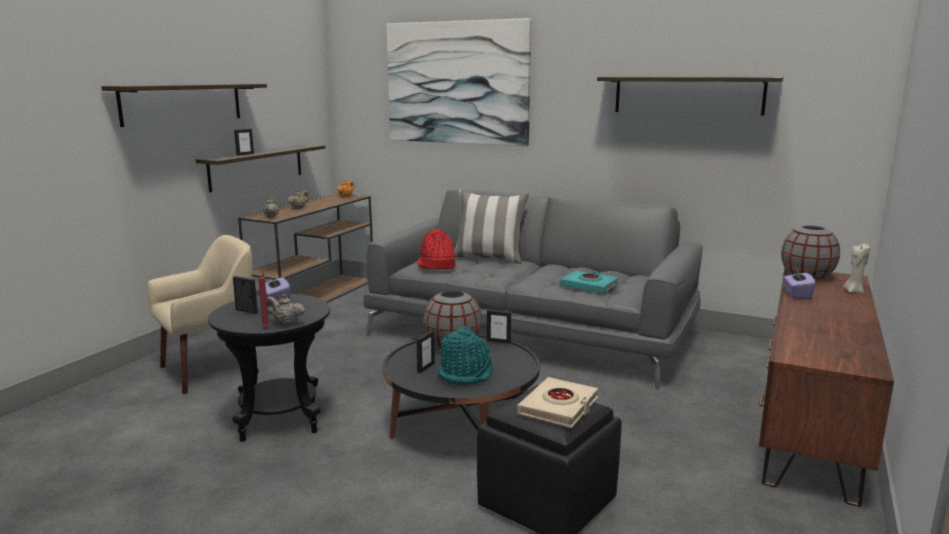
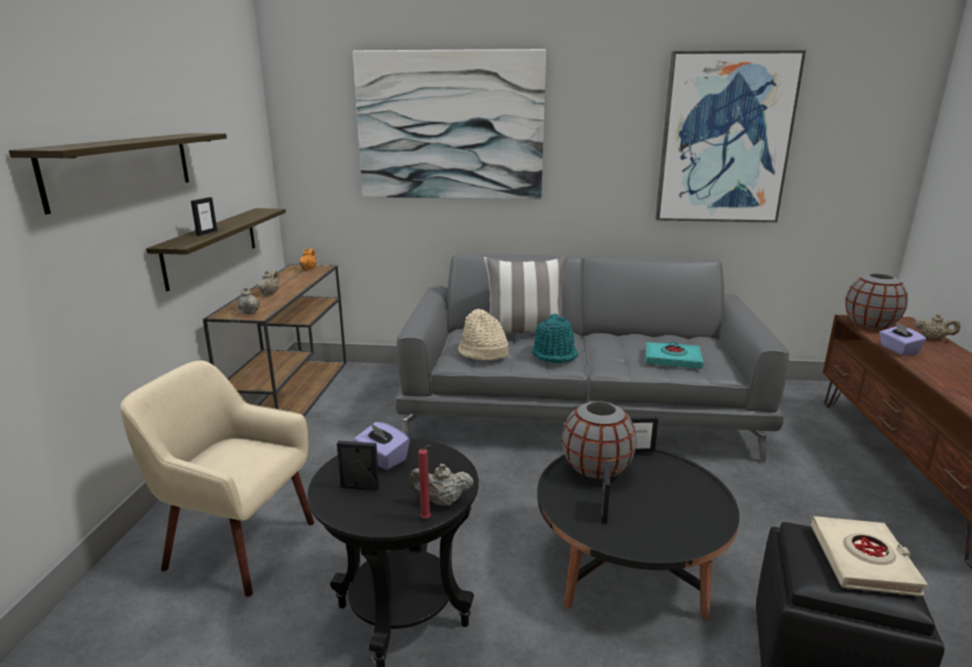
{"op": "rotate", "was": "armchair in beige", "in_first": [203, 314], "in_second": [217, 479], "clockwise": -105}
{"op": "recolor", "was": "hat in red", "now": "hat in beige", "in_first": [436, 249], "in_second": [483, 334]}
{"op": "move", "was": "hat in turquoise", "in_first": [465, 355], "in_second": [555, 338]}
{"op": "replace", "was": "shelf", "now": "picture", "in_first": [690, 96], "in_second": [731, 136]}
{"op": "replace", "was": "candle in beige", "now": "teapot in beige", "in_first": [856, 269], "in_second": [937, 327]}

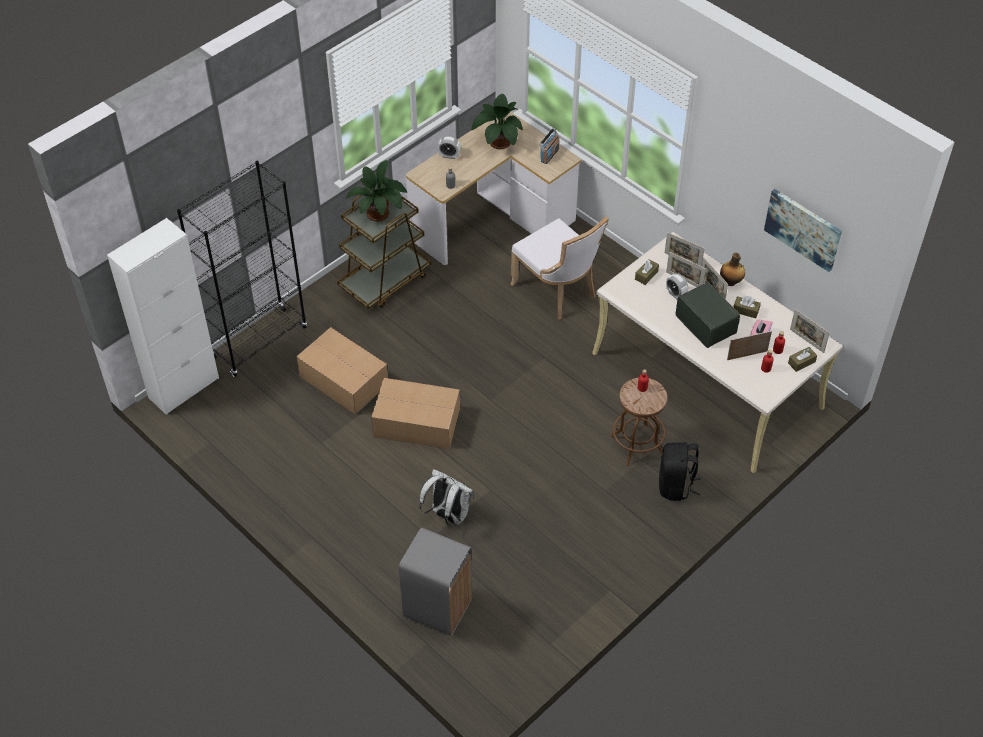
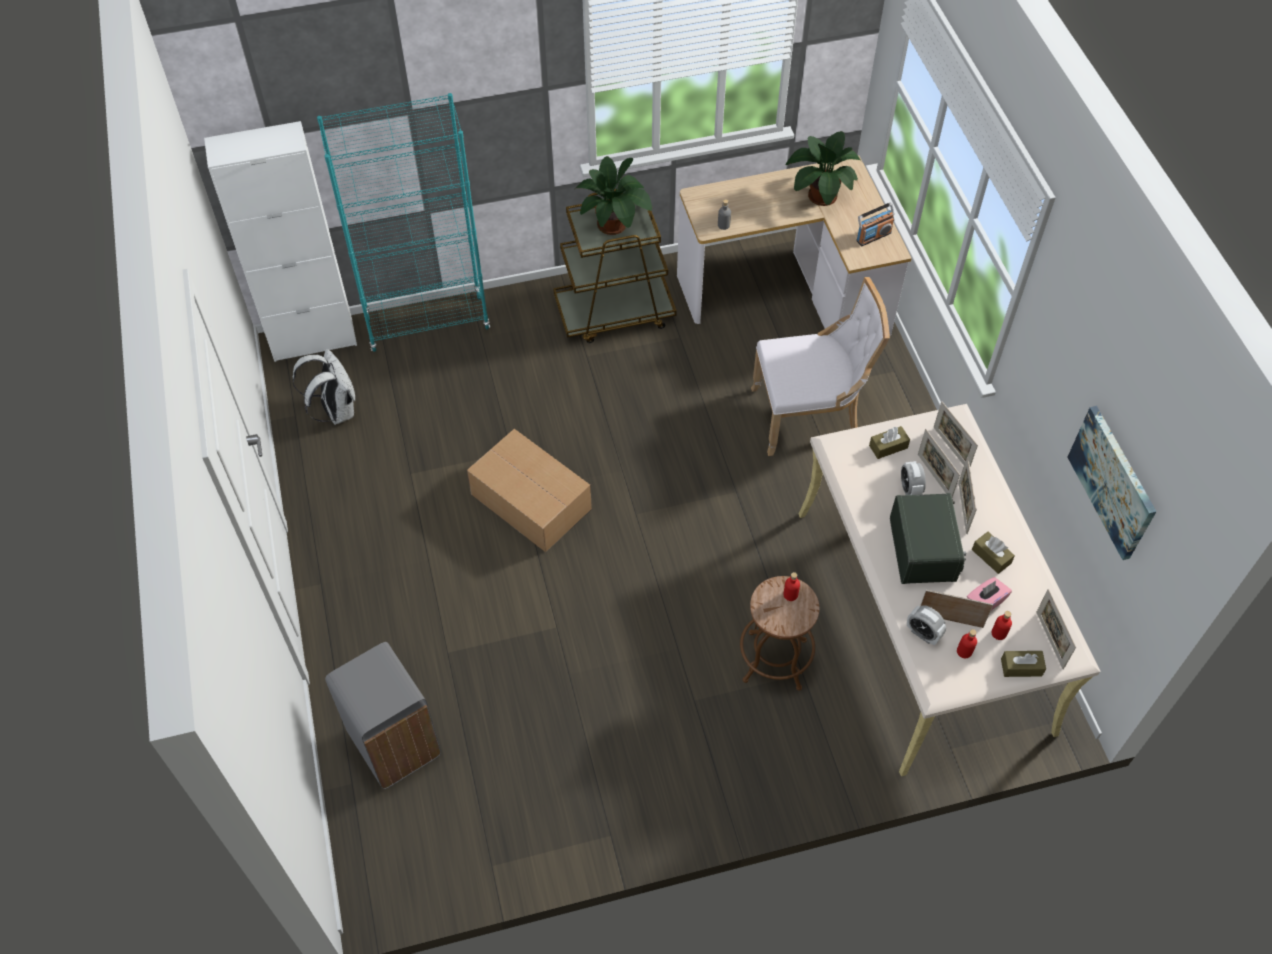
{"op": "move", "was": "backpack in white", "in_first": [447, 497], "in_second": [324, 387]}
{"op": "recolor", "was": "bookcase in black", "now": "bookcase in turquoise", "in_first": [242, 269], "in_second": [403, 222]}
{"op": "rotate", "was": "chair in white", "in_first": [559, 267], "in_second": [820, 366], "clockwise": -90}
{"op": "move", "was": "alarm clock", "in_first": [449, 147], "in_second": [926, 625]}
{"op": "delete", "was": "cardboard box", "in_first": [342, 370]}
{"op": "delete", "was": "backpack in black", "in_first": [679, 471]}
{"op": "delete", "was": "bottle", "in_first": [732, 269]}

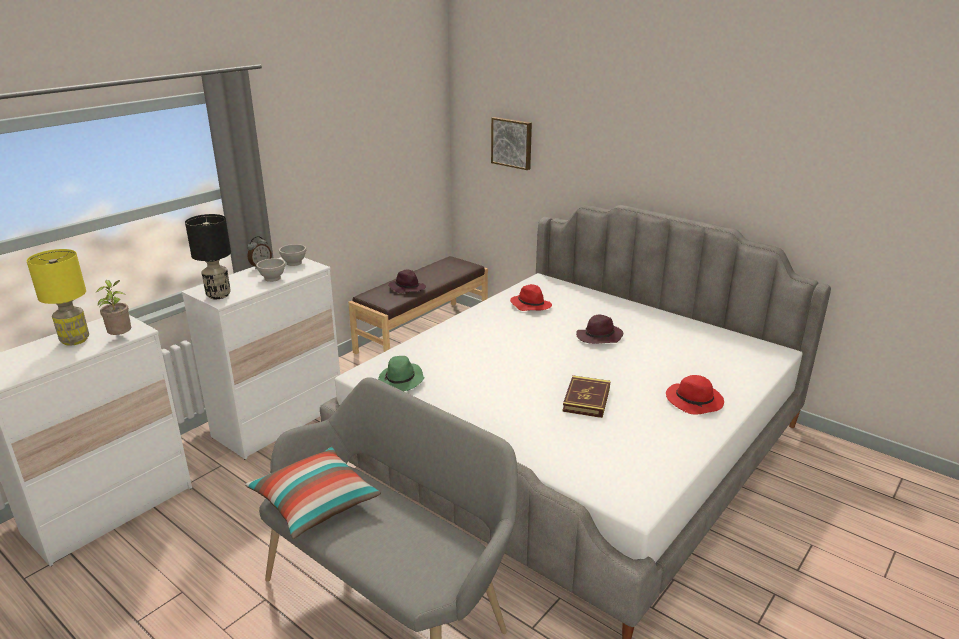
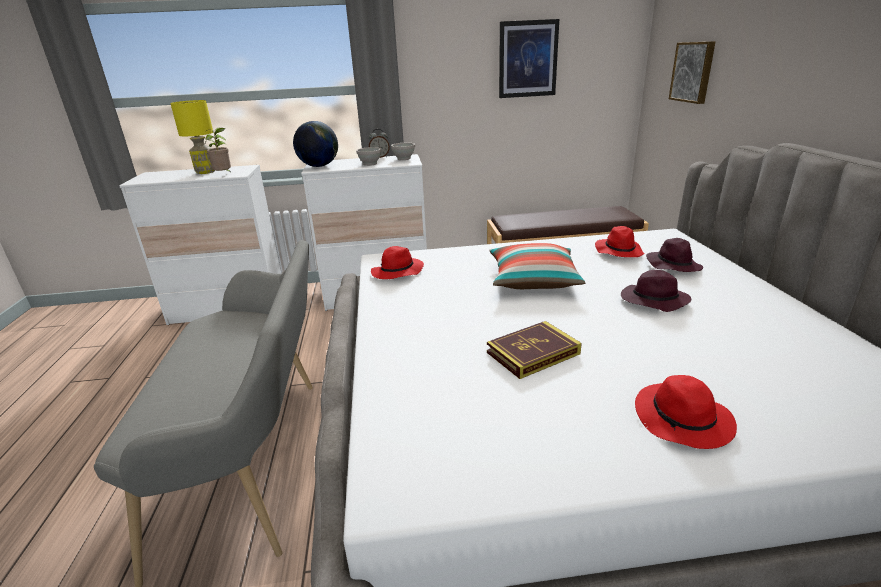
{"op": "replace", "was": "table lamp in black", "now": "globe", "in_first": [208, 256], "in_second": [315, 144]}
{"op": "recolor", "was": "hat in green", "now": "hat in red", "in_first": [401, 373], "in_second": [397, 262]}
{"op": "move", "was": "pillow", "in_first": [313, 493], "in_second": [537, 266]}
{"op": "insert", "now": "picture", "in_second": [529, 58]}
{"op": "move", "was": "hat in purple", "in_first": [407, 282], "in_second": [674, 255]}

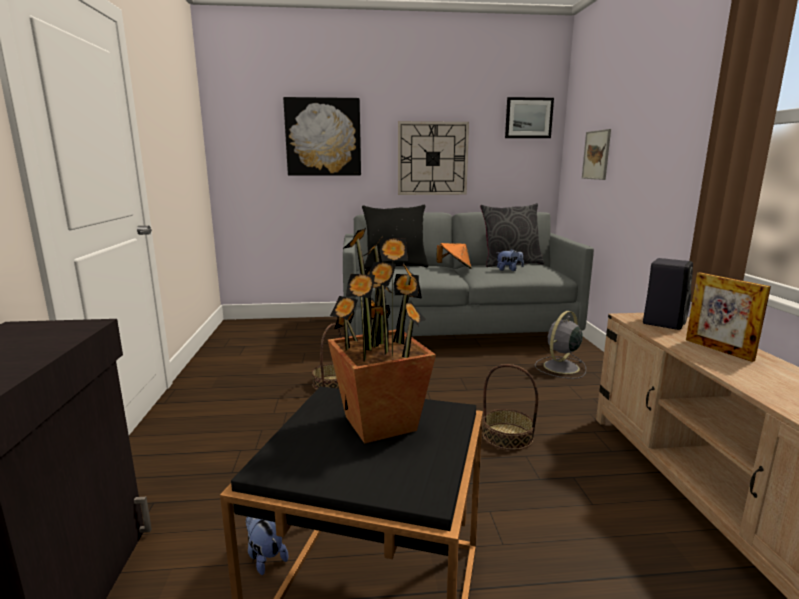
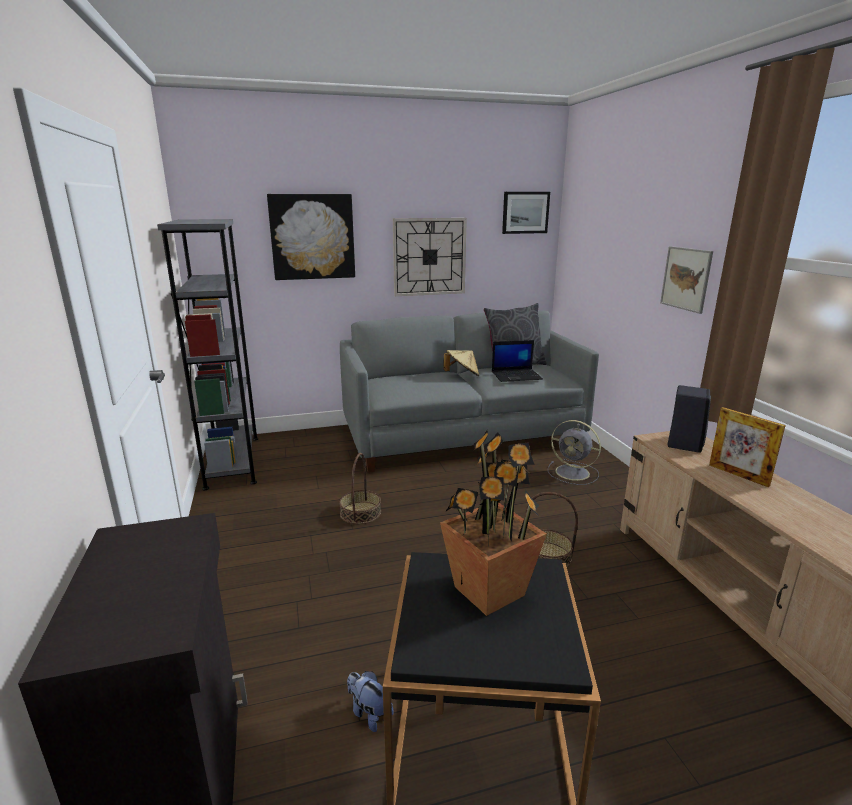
{"op": "insert", "now": "bookcase in grey", "in_second": [207, 354]}
{"op": "recolor", "was": "hat in orange", "now": "hat in beige", "in_first": [454, 256], "in_second": [461, 363]}
{"op": "replace", "was": "plush toy", "now": "laptop", "in_first": [510, 260], "in_second": [517, 361]}
{"op": "rotate", "was": "fan in grey", "in_first": [560, 345], "in_second": [574, 452], "clockwise": -90}
{"op": "move", "was": "picture", "in_first": [596, 154], "in_second": [686, 280]}
{"op": "delete", "was": "pillow in black", "in_first": [395, 236]}

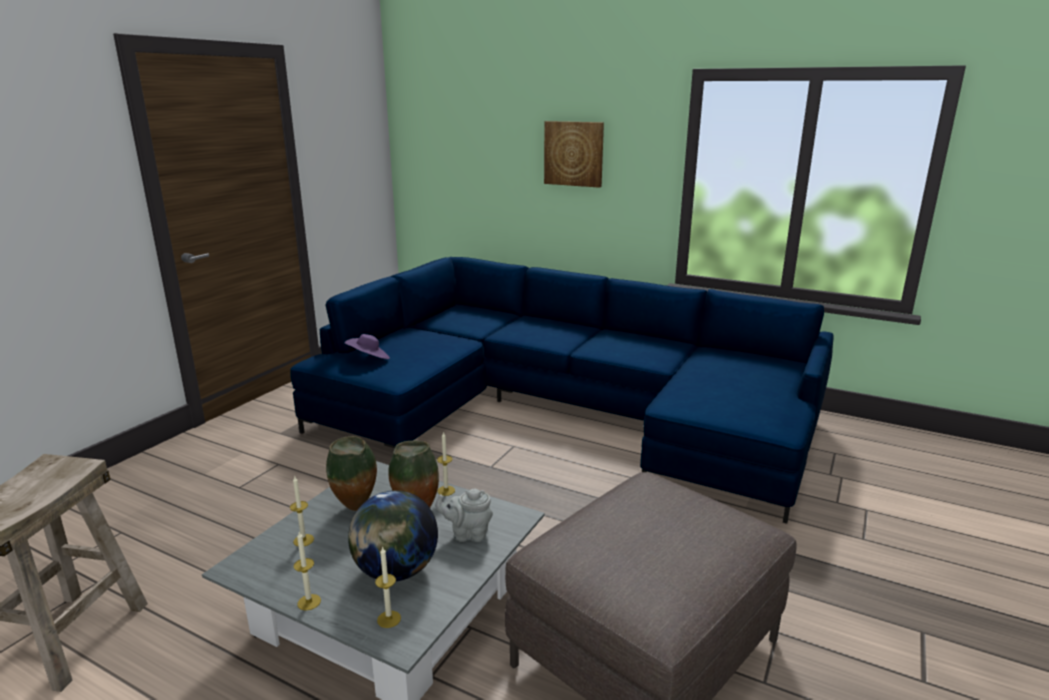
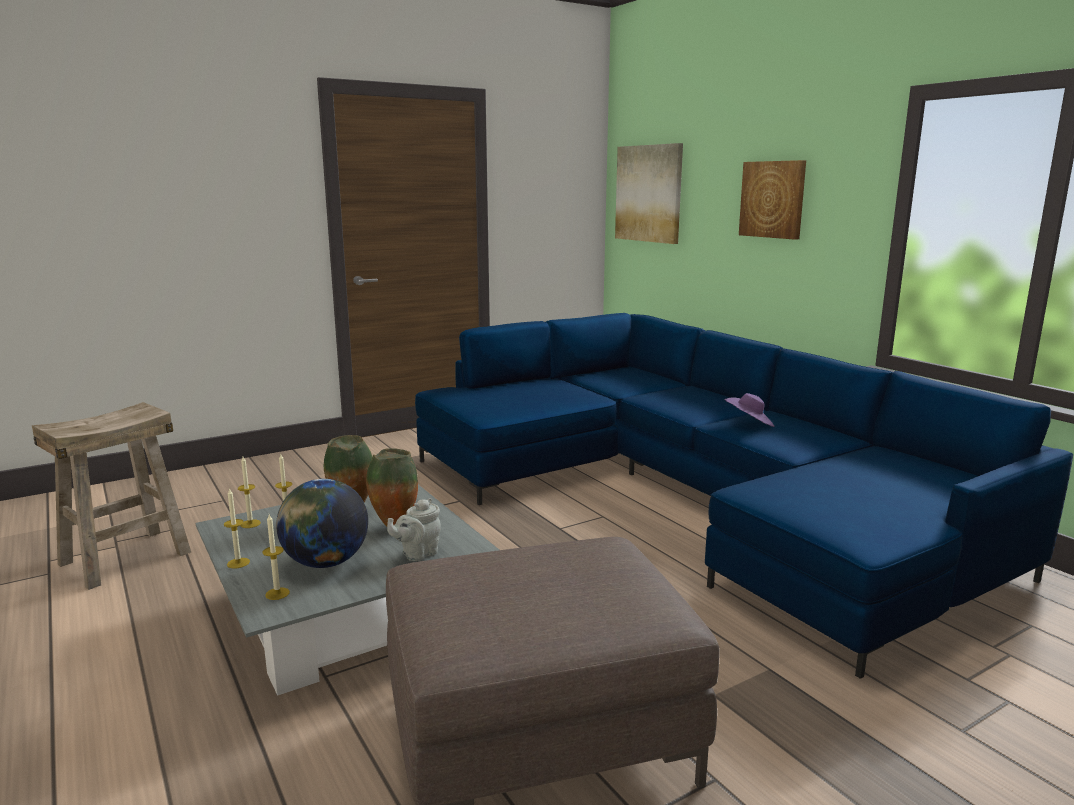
{"op": "move", "was": "candle", "in_first": [446, 463], "in_second": [249, 492]}
{"op": "rotate", "was": "teapot in grey", "in_first": [464, 515], "in_second": [414, 529], "clockwise": -75}
{"op": "insert", "now": "picture", "in_second": [649, 193]}
{"op": "move", "was": "hat in purple", "in_first": [367, 346], "in_second": [749, 410]}

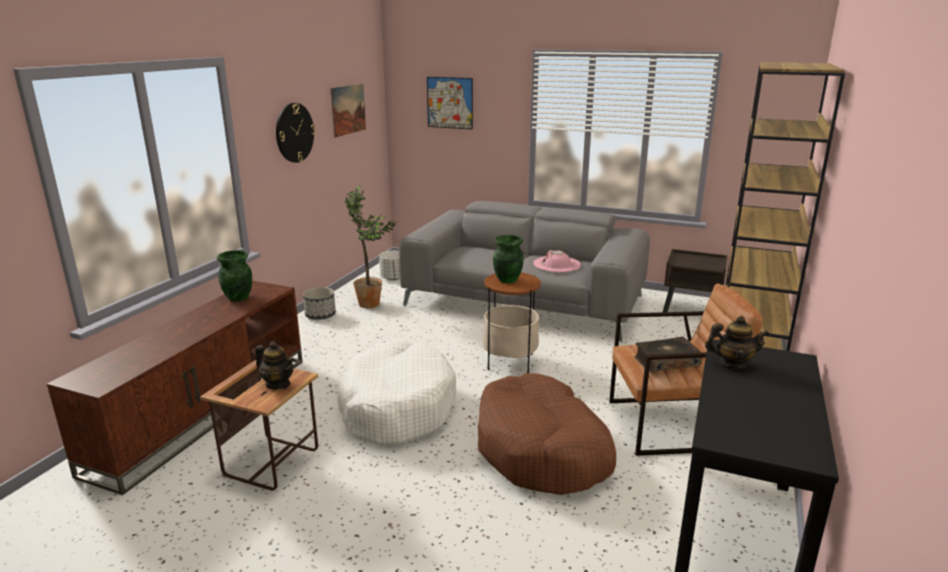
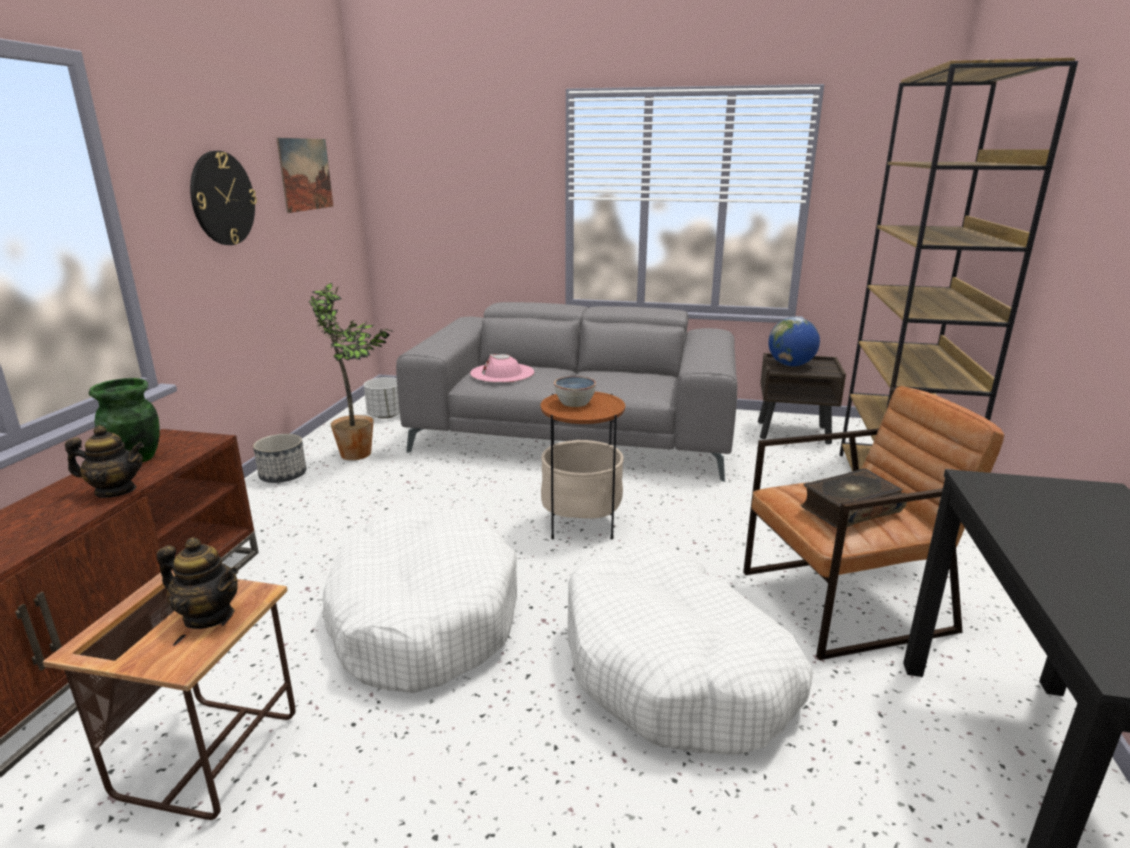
{"op": "move", "was": "teapot", "in_first": [737, 343], "in_second": [104, 461]}
{"op": "move", "was": "hat in pink", "in_first": [557, 261], "in_second": [502, 368]}
{"op": "replace", "was": "vase in green", "now": "bowl", "in_first": [508, 259], "in_second": [575, 391]}
{"op": "recolor", "was": "dog bed in brown", "now": "dog bed in white", "in_first": [547, 434], "in_second": [690, 648]}
{"op": "insert", "now": "globe", "in_second": [794, 341]}
{"op": "delete", "was": "picture", "in_first": [450, 103]}

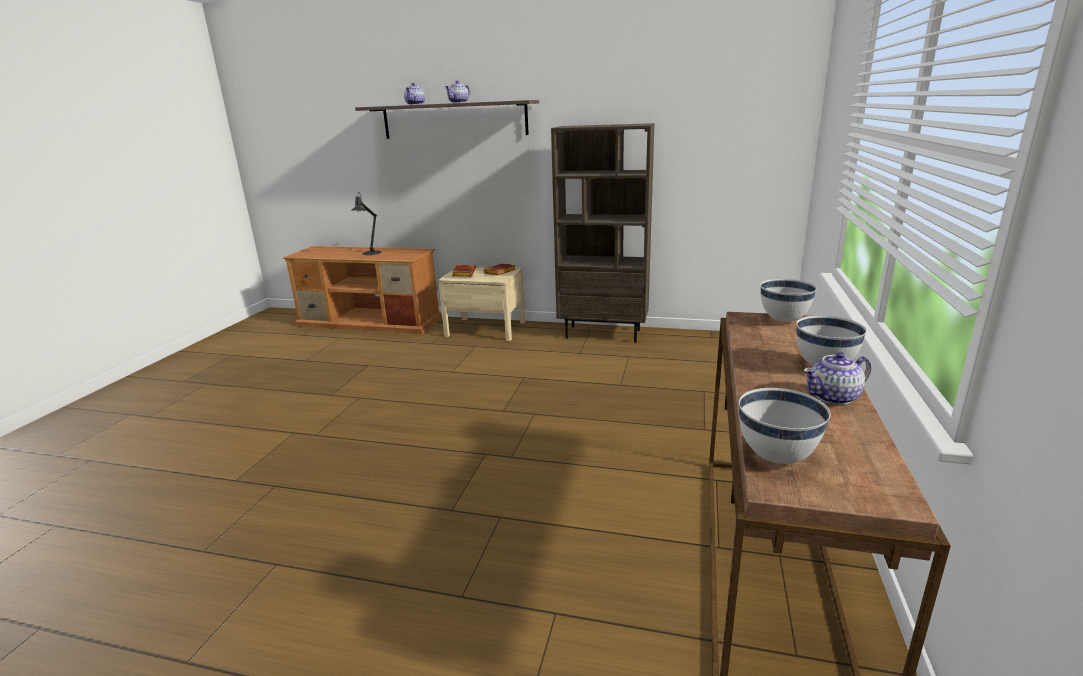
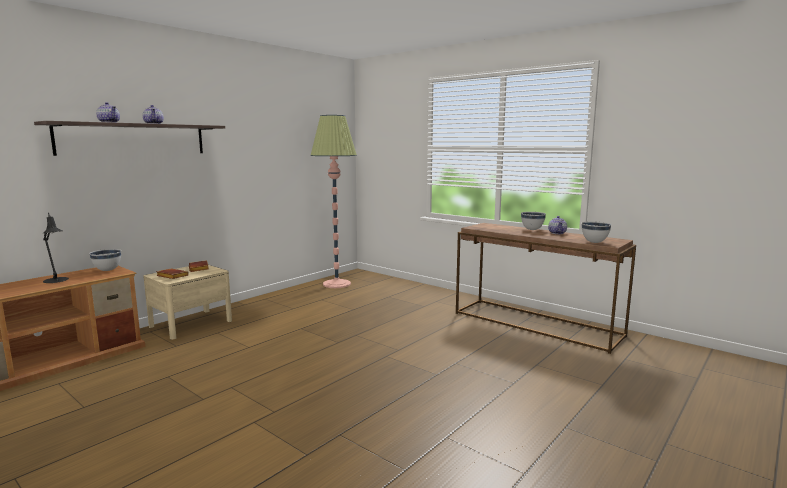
{"op": "move", "was": "bowl in white", "in_first": [788, 300], "in_second": [105, 260]}
{"op": "insert", "now": "floor lamp", "in_second": [333, 201]}
{"op": "delete", "was": "bookcase in brown", "in_first": [602, 233]}

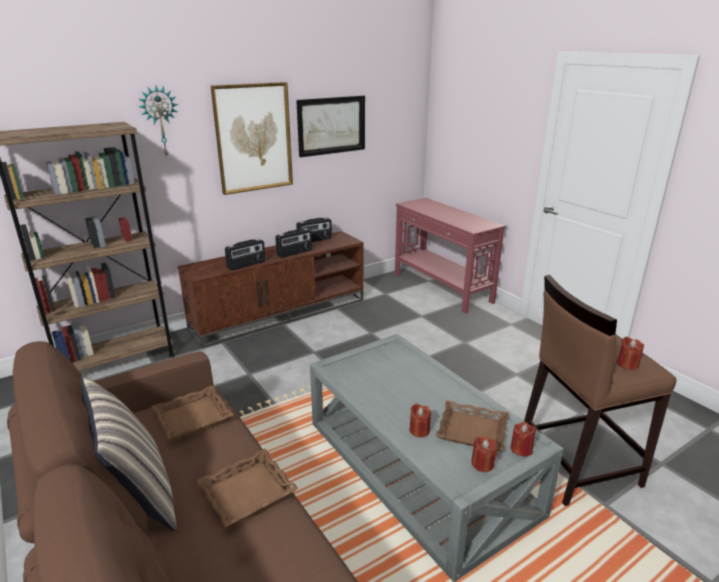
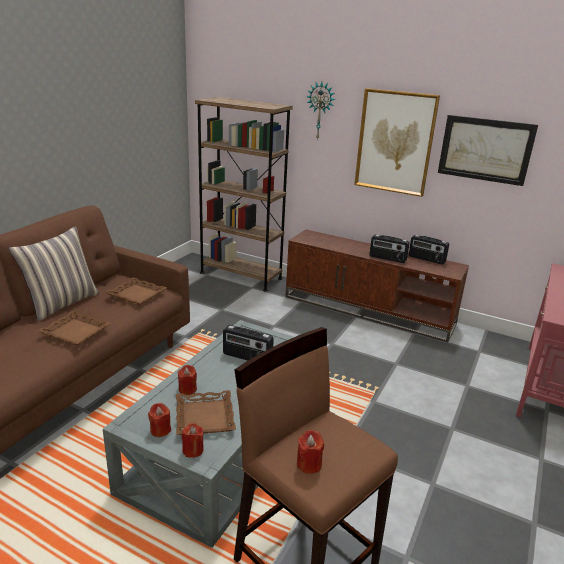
{"op": "move", "was": "radio", "in_first": [245, 255], "in_second": [248, 343]}

